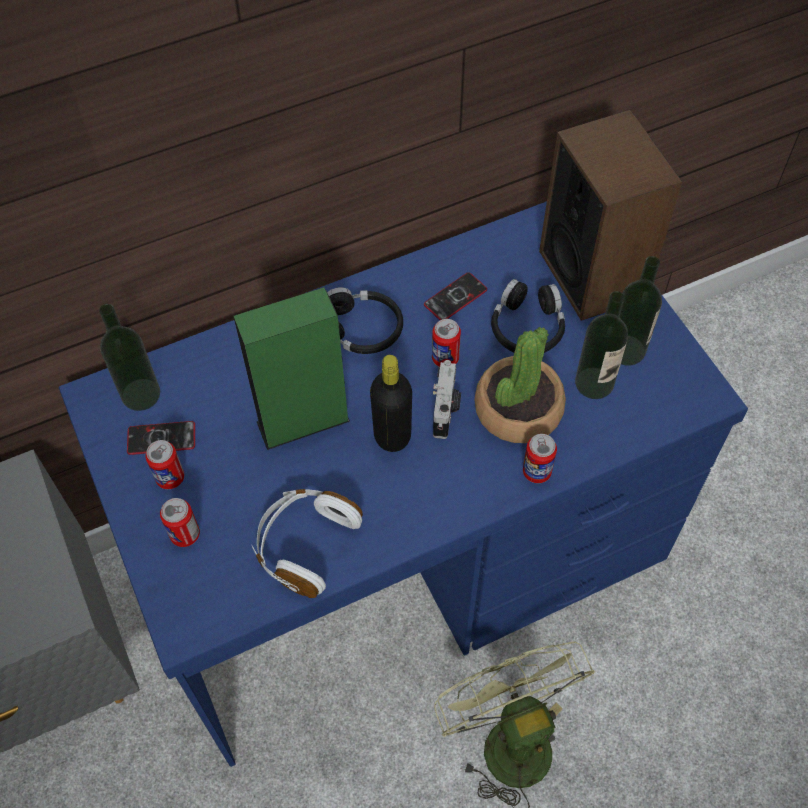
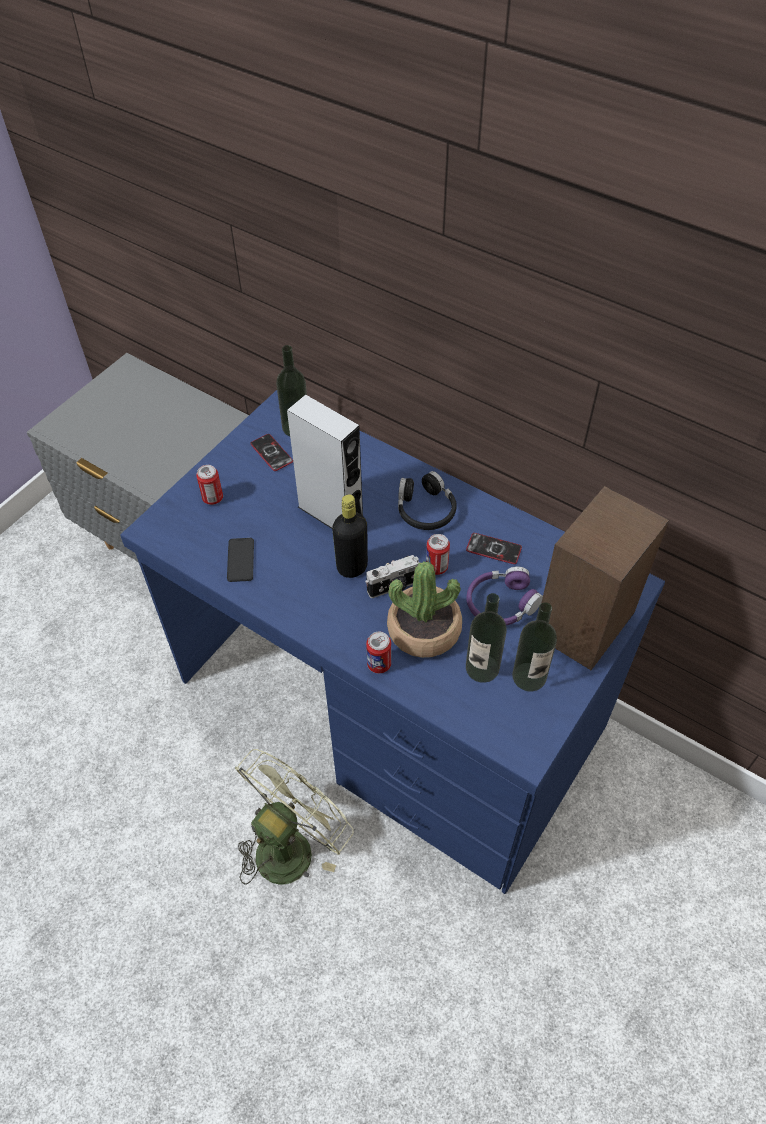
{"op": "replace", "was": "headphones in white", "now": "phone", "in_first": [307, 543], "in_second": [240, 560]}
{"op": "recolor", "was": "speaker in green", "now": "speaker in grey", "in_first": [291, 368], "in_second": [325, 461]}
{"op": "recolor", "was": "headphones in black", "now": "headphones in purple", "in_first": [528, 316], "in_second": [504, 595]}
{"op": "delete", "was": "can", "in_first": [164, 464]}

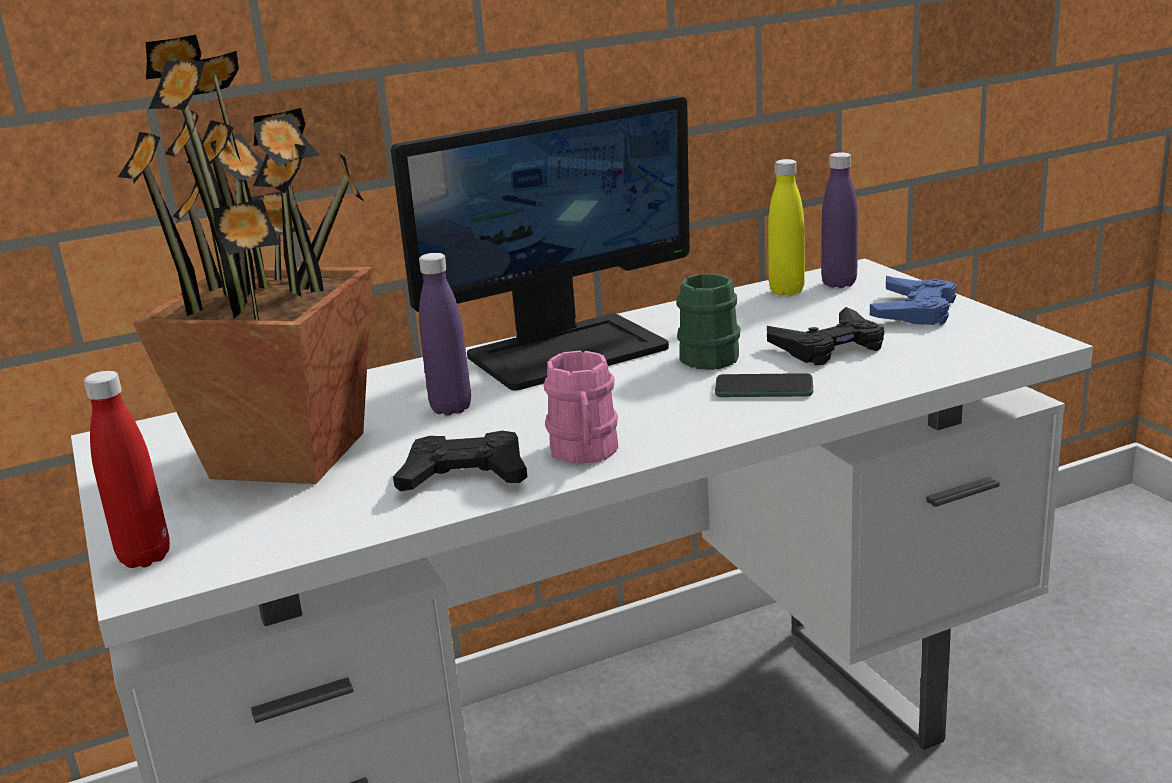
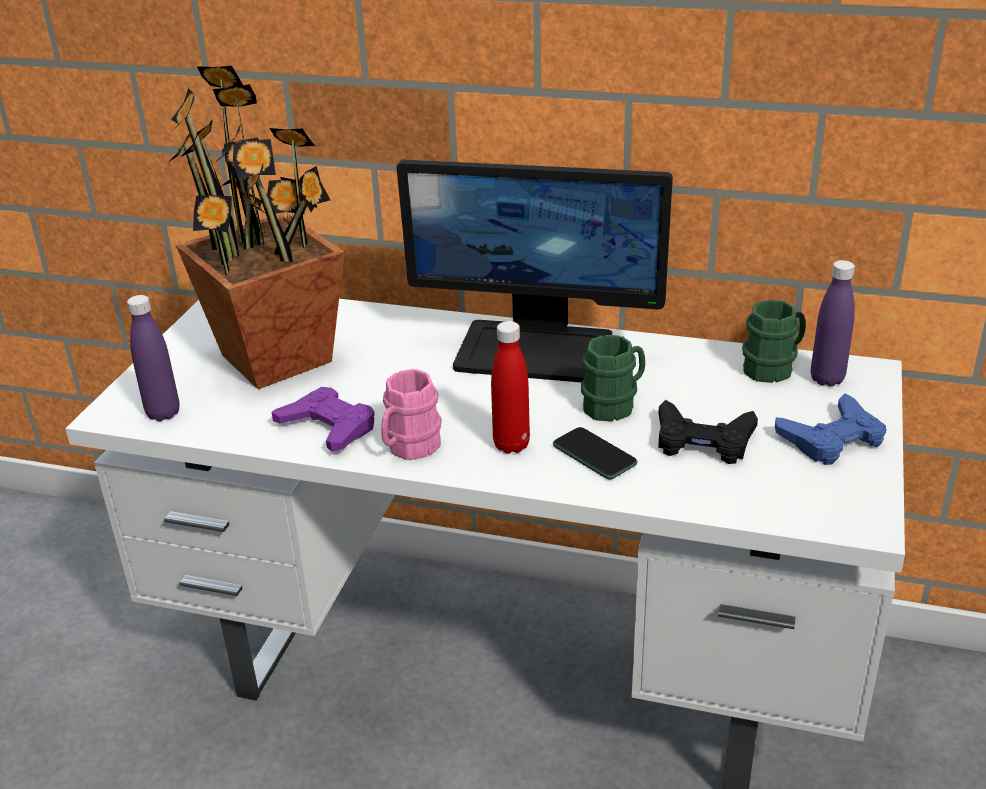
{"op": "move", "was": "bottle in purple", "in_first": [445, 334], "in_second": [153, 358]}
{"op": "recolor", "was": "game controller in black", "now": "game controller in purple", "in_first": [460, 461], "in_second": [323, 419]}
{"op": "move", "was": "bottle in red", "in_first": [127, 469], "in_second": [510, 387]}
{"op": "replace", "was": "bottle in yellow", "now": "mug in green", "in_first": [786, 227], "in_second": [774, 341]}

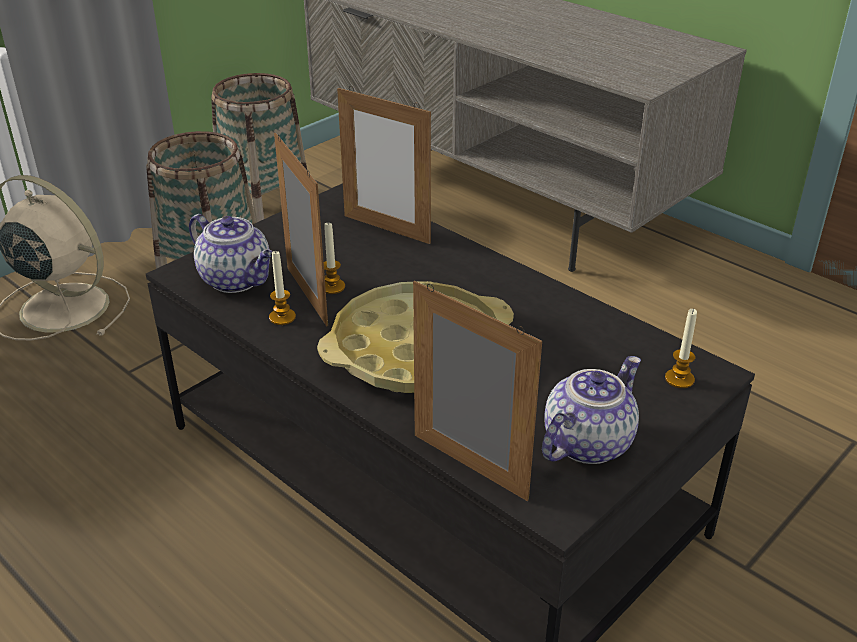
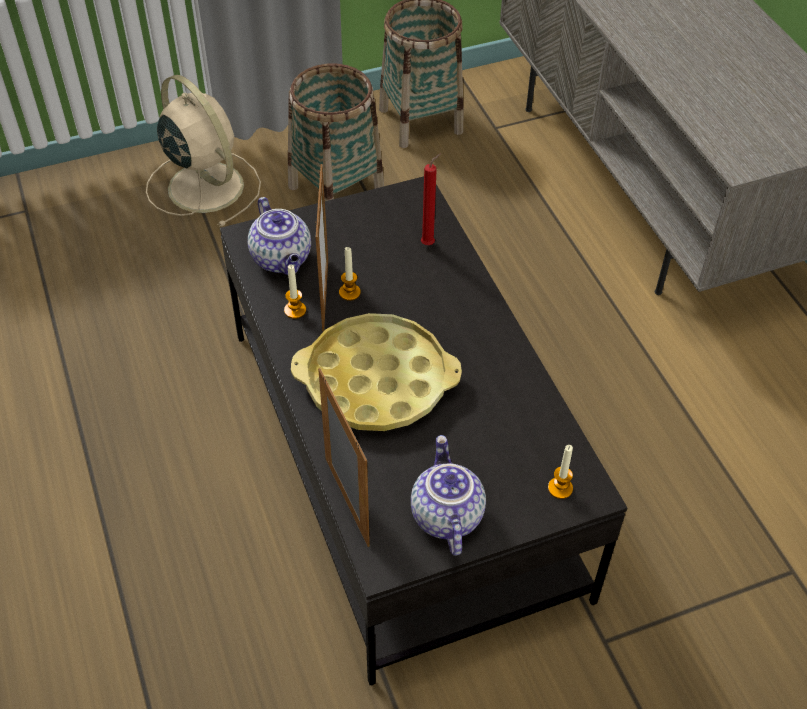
{"op": "rotate", "was": "teapot", "in_first": [591, 410], "in_second": [448, 495], "clockwise": -75}
{"op": "replace", "was": "picture frame", "now": "candle in red", "in_first": [384, 165], "in_second": [431, 199]}

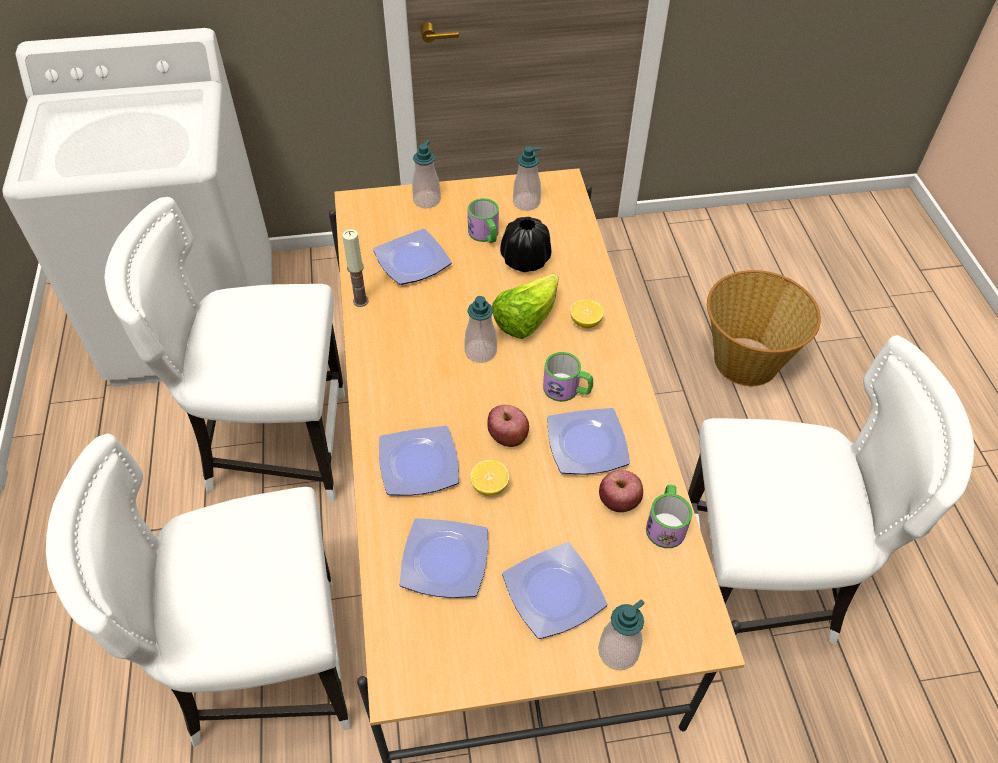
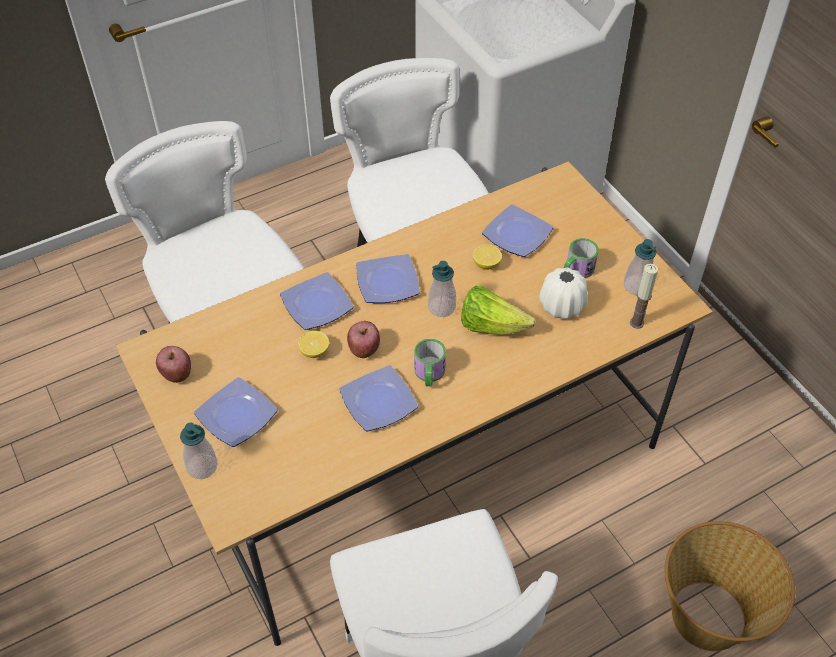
{"op": "move", "was": "apple", "in_first": [621, 491], "in_second": [173, 364]}
{"op": "move", "was": "plate", "in_first": [443, 558], "in_second": [388, 278]}
{"op": "move", "was": "lemon", "in_first": [587, 313], "in_second": [487, 257]}
{"op": "recolor", "was": "vase in black", "now": "vase in white", "in_first": [525, 244], "in_second": [563, 293]}
{"op": "move", "was": "candle", "in_first": [355, 268], "in_second": [644, 296]}
{"op": "delete", "was": "soap dispenser", "in_first": [426, 174]}
{"op": "delete", "was": "mug", "in_first": [669, 516]}

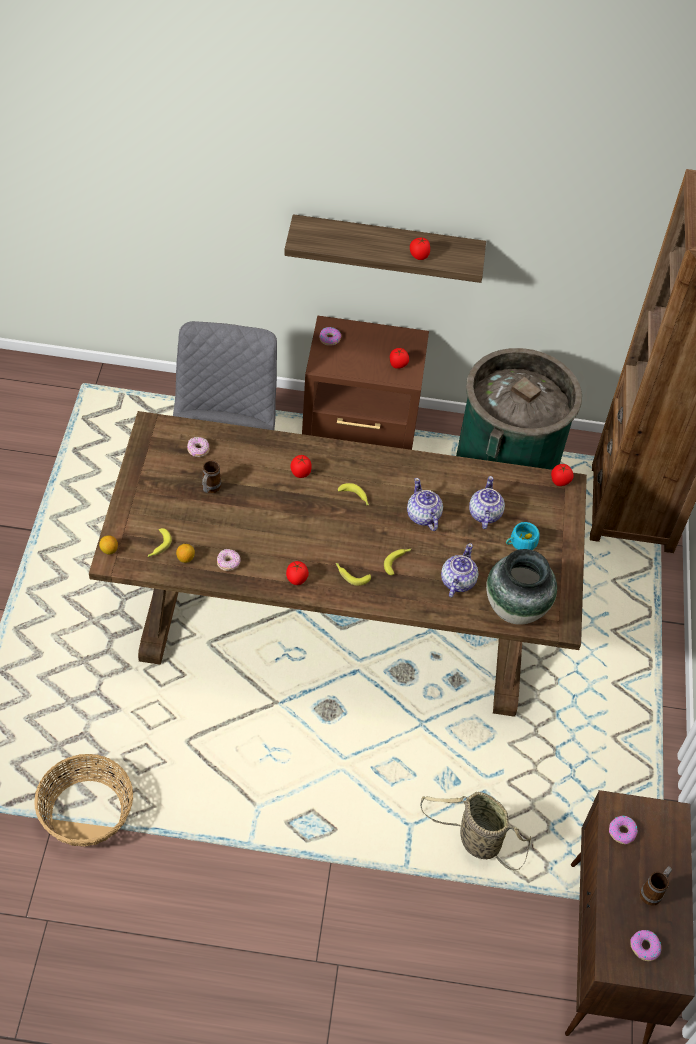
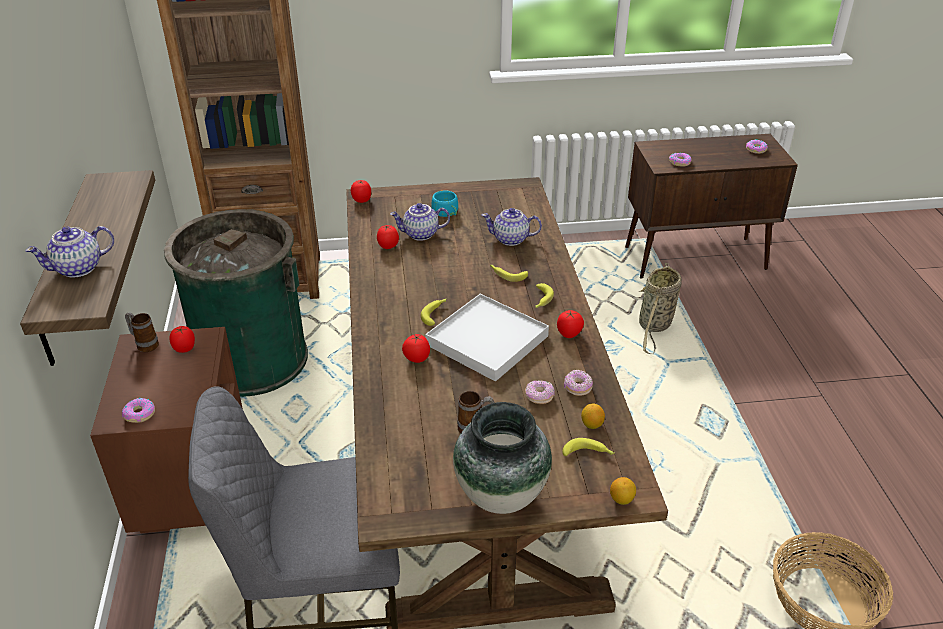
{"op": "move", "was": "teapot", "in_first": [425, 504], "in_second": [69, 252]}
{"op": "move", "was": "mug", "in_first": [656, 886], "in_second": [142, 332]}
{"op": "move", "was": "tomato", "in_first": [420, 248], "in_second": [388, 237]}
{"op": "insert", "now": "tray in white", "in_second": [487, 338]}
{"op": "move", "was": "vase", "in_first": [521, 587], "in_second": [502, 458]}
{"op": "move", "was": "donut", "in_first": [198, 447], "in_second": [540, 392]}

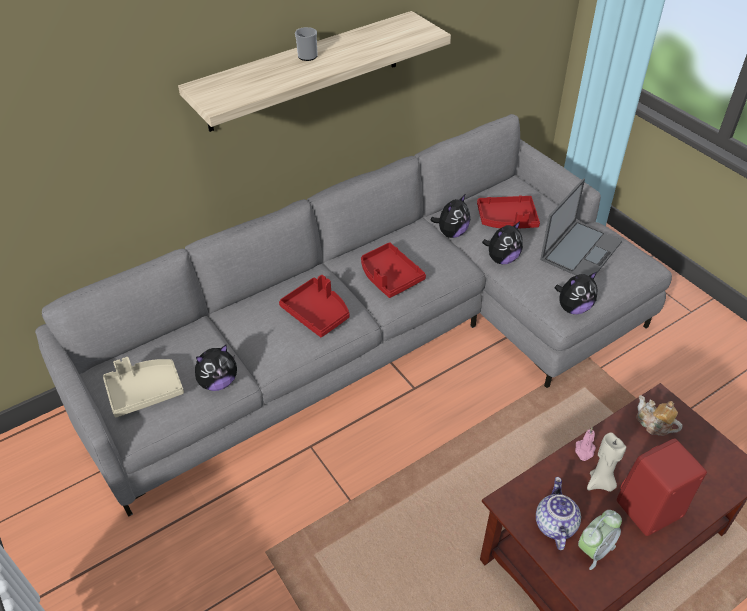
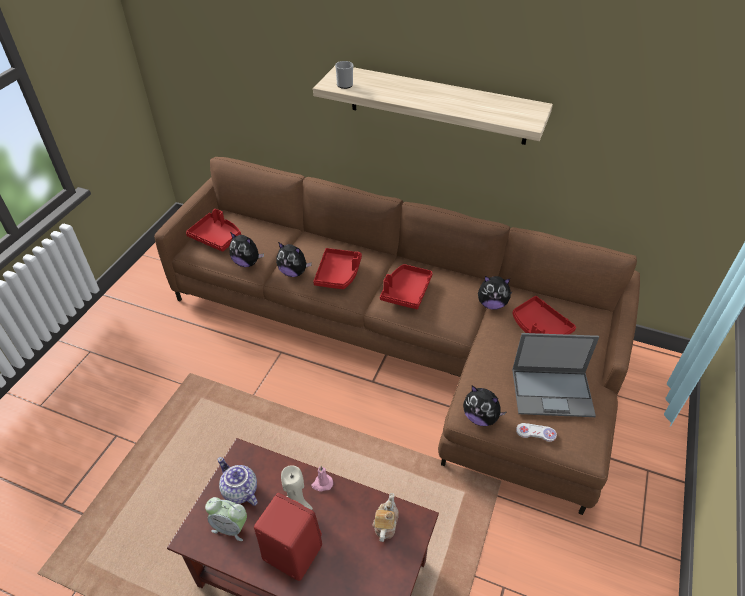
{"op": "recolor", "was": "sofa in grey", "now": "sofa in brown", "in_first": [353, 315], "in_second": [397, 336]}
{"op": "recolor", "was": "tray in beige", "now": "tray in red", "in_first": [143, 387], "in_second": [213, 230]}
{"op": "rotate", "was": "teapot", "in_first": [558, 513], "in_second": [237, 481], "clockwise": -105}
{"op": "move", "was": "plush toy", "in_first": [502, 242], "in_second": [294, 259]}
{"op": "move", "was": "mug", "in_first": [306, 44], "in_second": [344, 75]}
{"op": "insert", "now": "game controller in white", "in_second": [536, 432]}

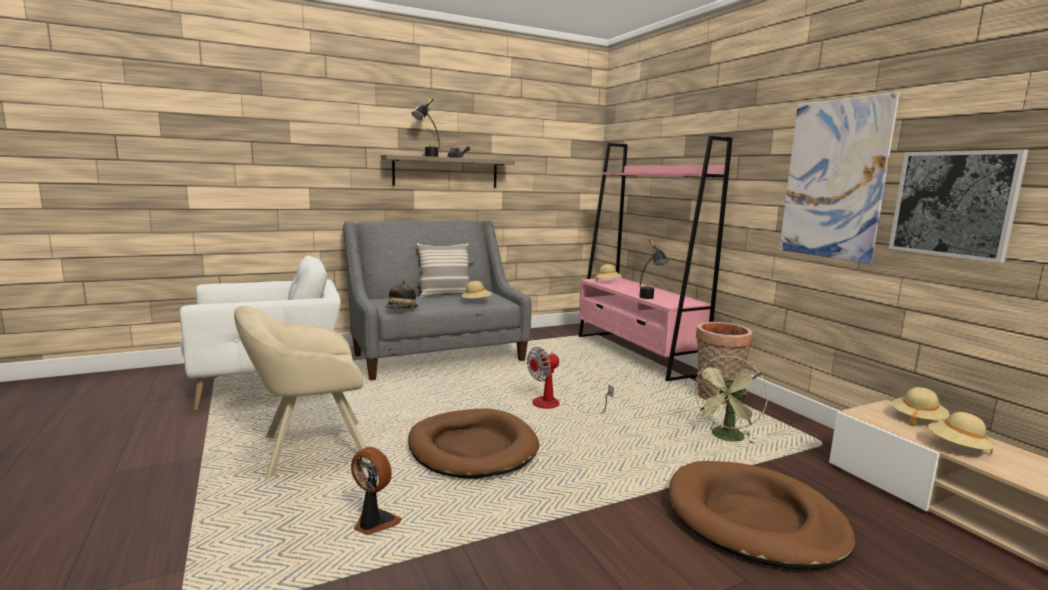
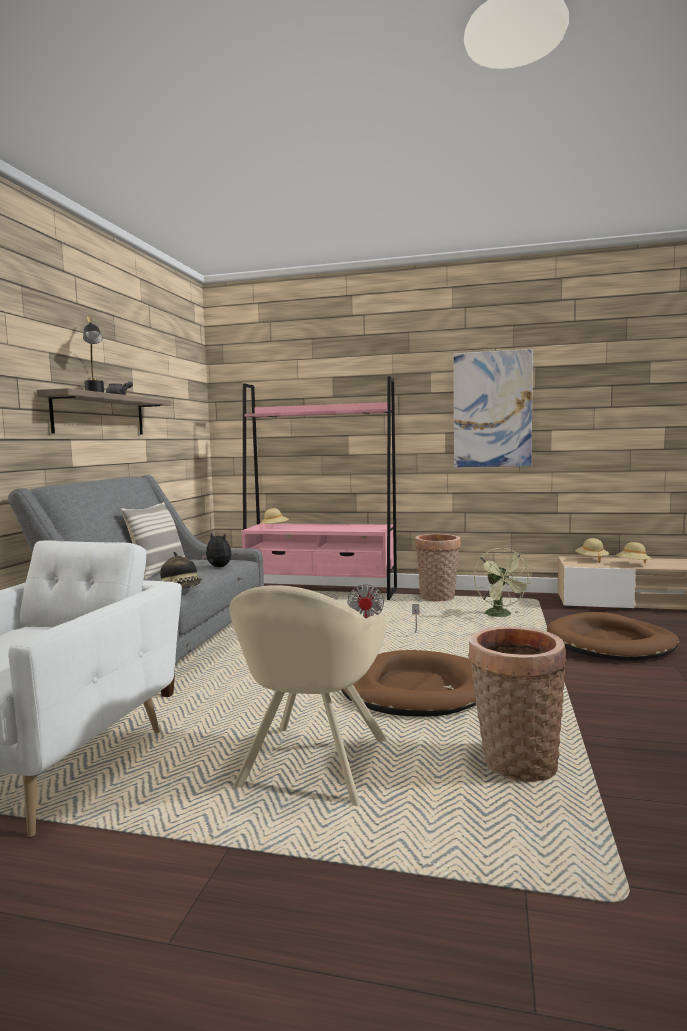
{"op": "replace", "was": "hat in beige", "now": "plush toy", "in_first": [476, 289], "in_second": [216, 550]}
{"op": "replace", "was": "fan", "now": "basket", "in_first": [376, 491], "in_second": [517, 704]}
{"op": "delete", "was": "table lamp in black", "in_first": [654, 268]}
{"op": "delete", "was": "picture", "in_first": [958, 206]}

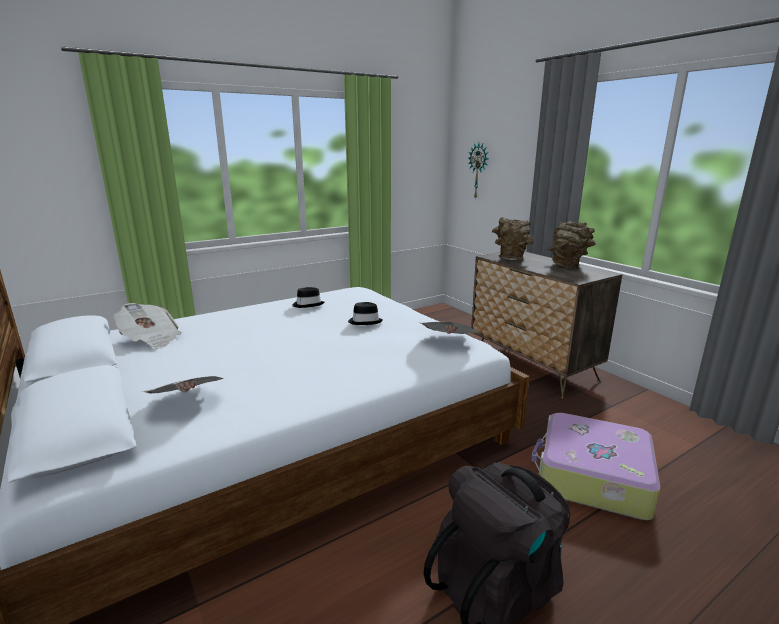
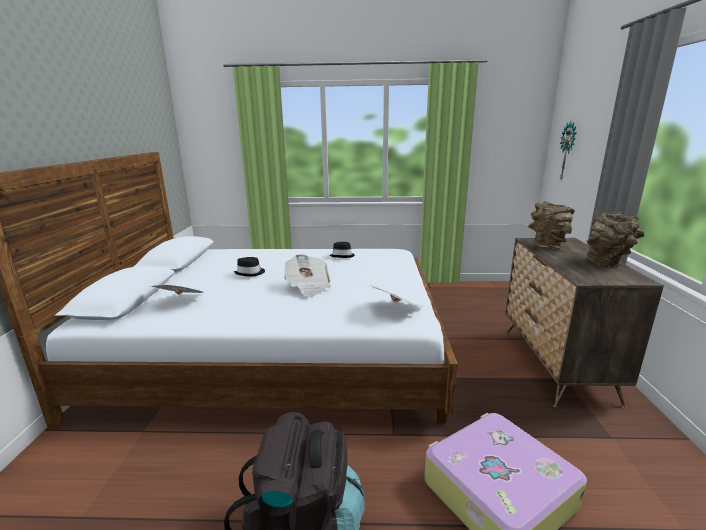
{"op": "move", "was": "hat in black", "in_first": [365, 313], "in_second": [249, 266]}
{"op": "move", "was": "newspaper", "in_first": [148, 325], "in_second": [307, 275]}

